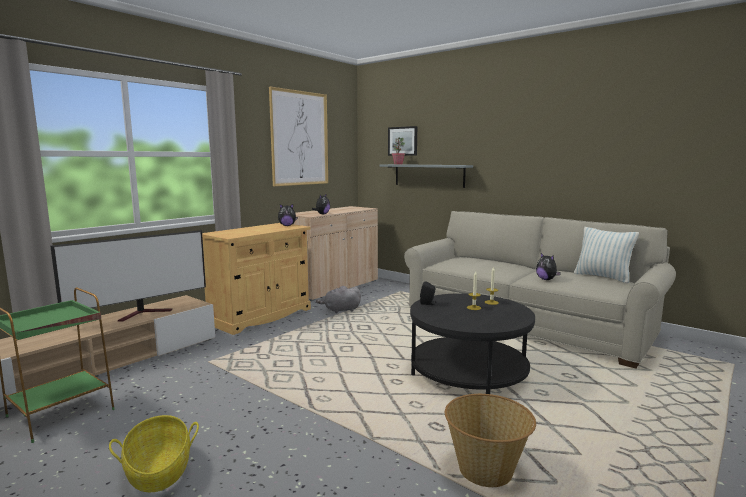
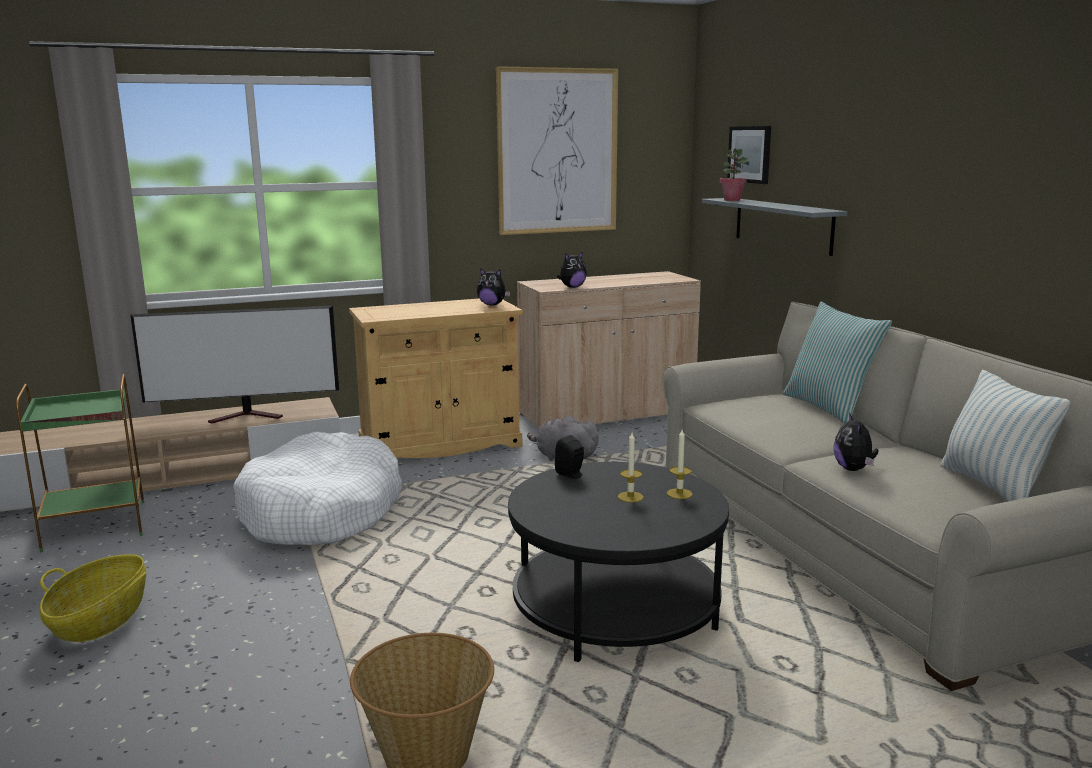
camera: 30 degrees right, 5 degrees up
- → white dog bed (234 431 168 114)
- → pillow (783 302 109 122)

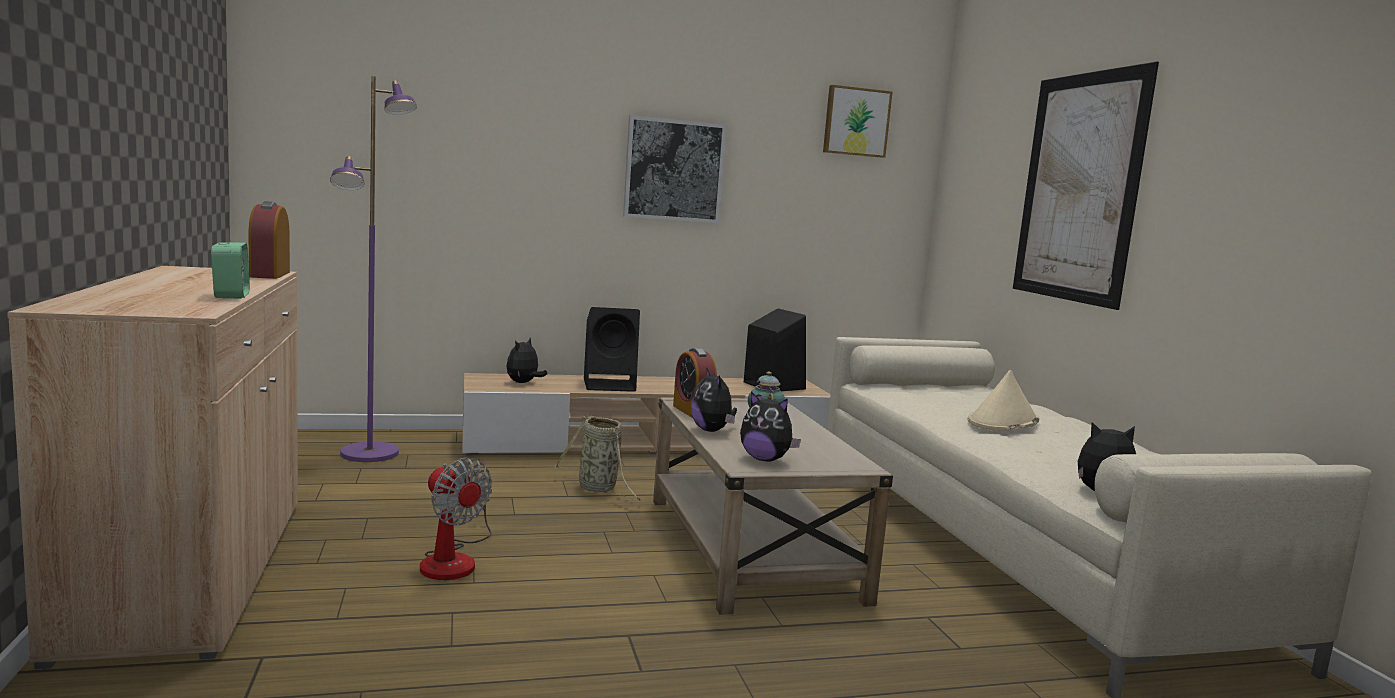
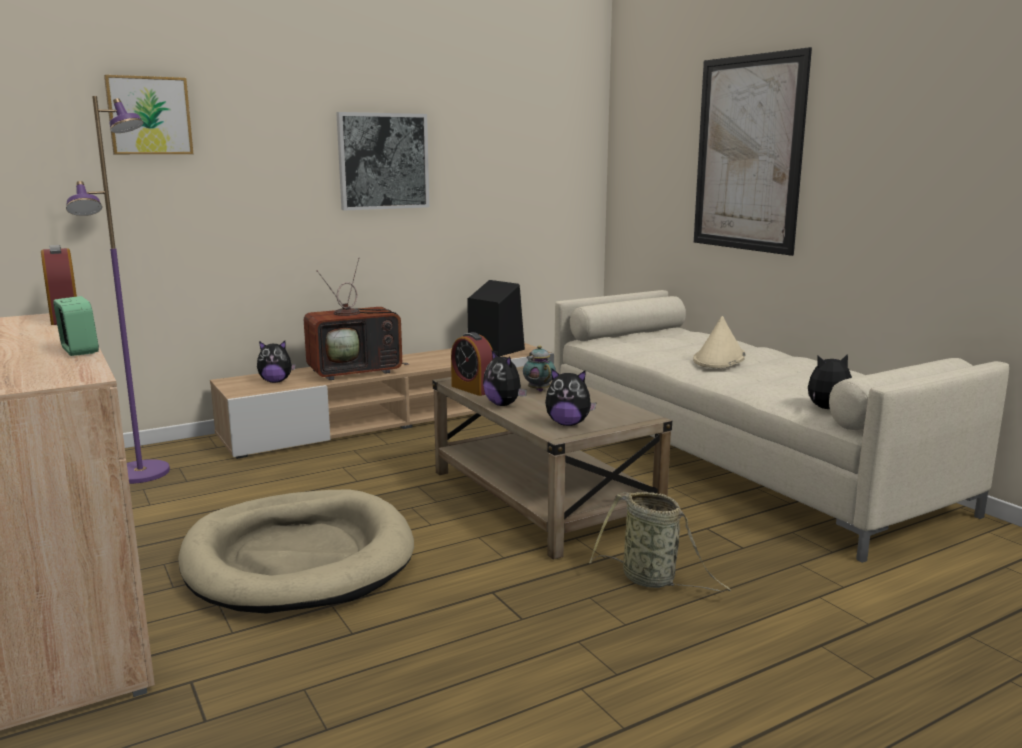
camera: 15 degrees left, 5 degrees up
picture (823 85 70 73) → picture (104 75 89 79), relocated
fan (420 458 72 122) → beige dog bed (178 489 236 125)
plush toy (507 338 40 45) → plush toy (257 341 39 42), 105 degrees counterclockwise
black speaker (584 307 56 85) → television (304 257 105 123)
basket (554 415 86 86) → basket (589 492 142 99), relocated

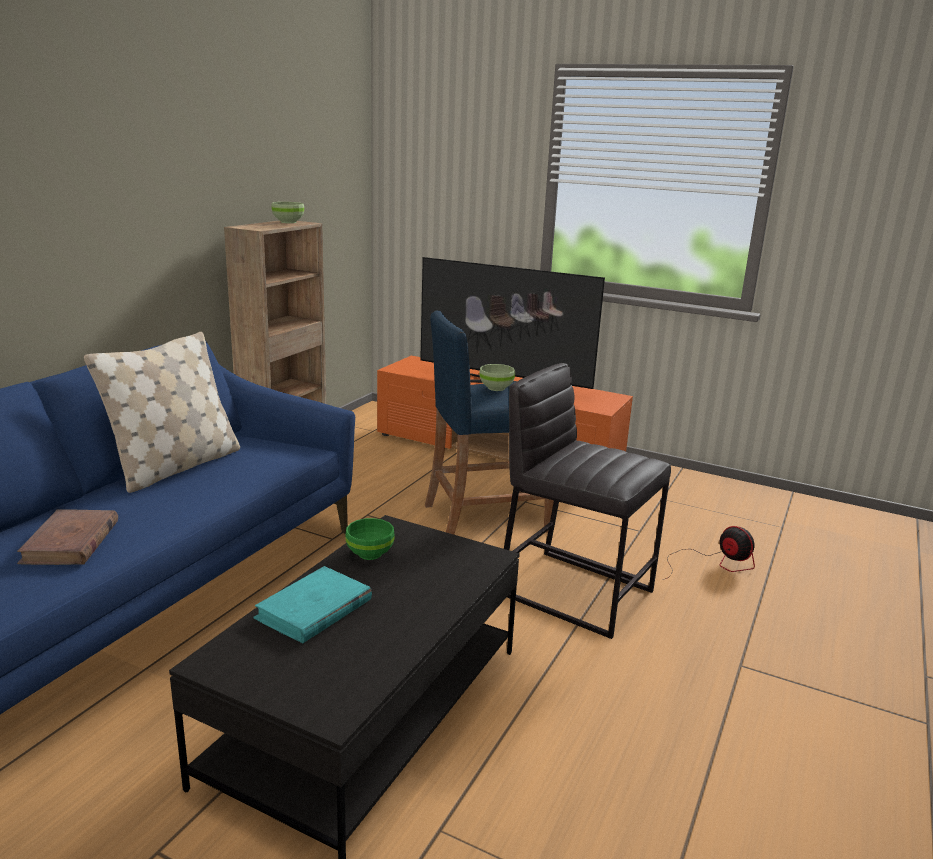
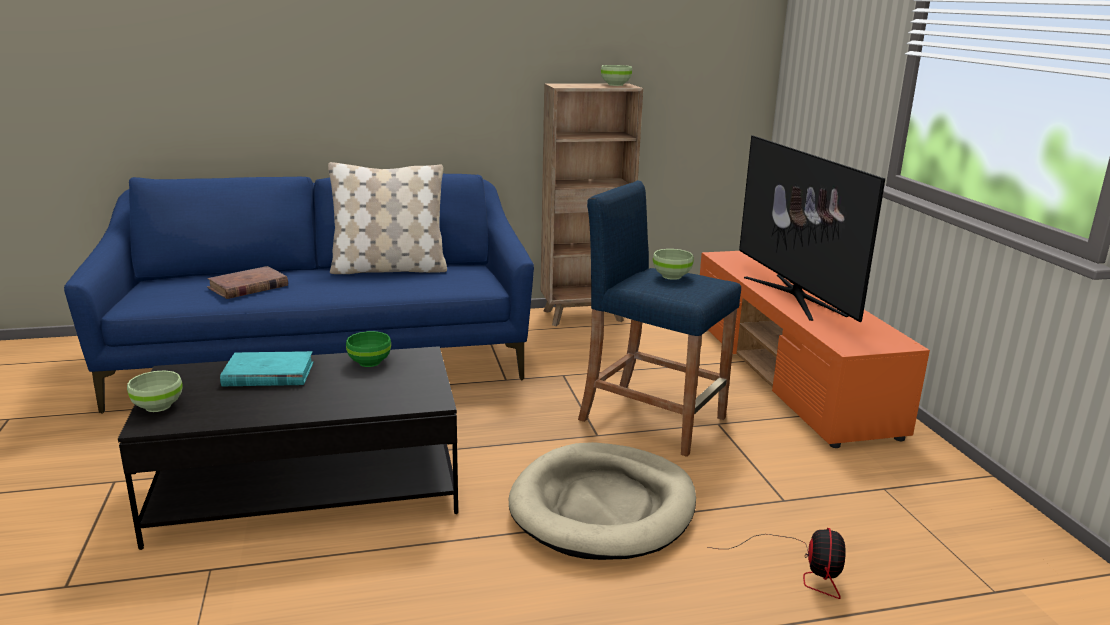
camera: 50 degrees right, 0 degrees up
- → green bowl (127 370 56 42)
grey stool (504 363 167 276) → beige dog bed (509 442 187 118)

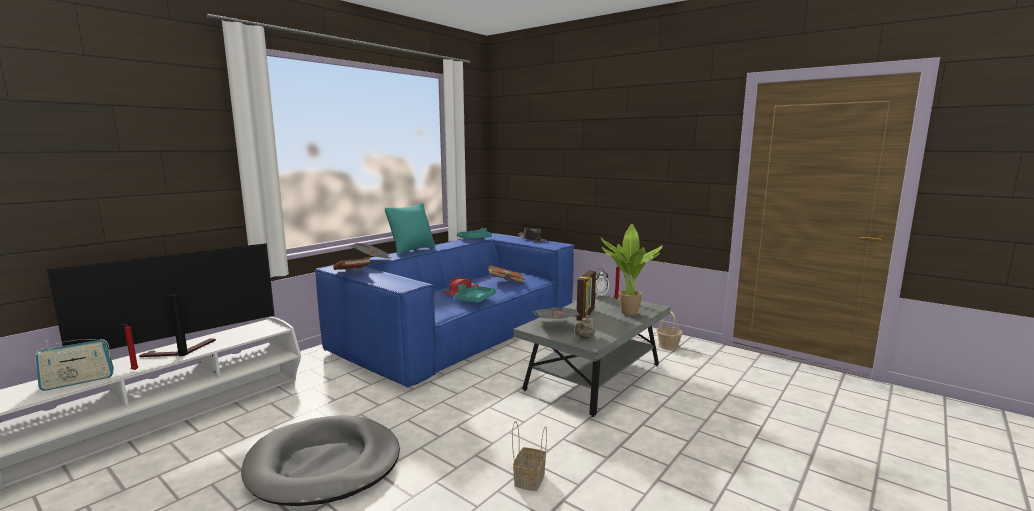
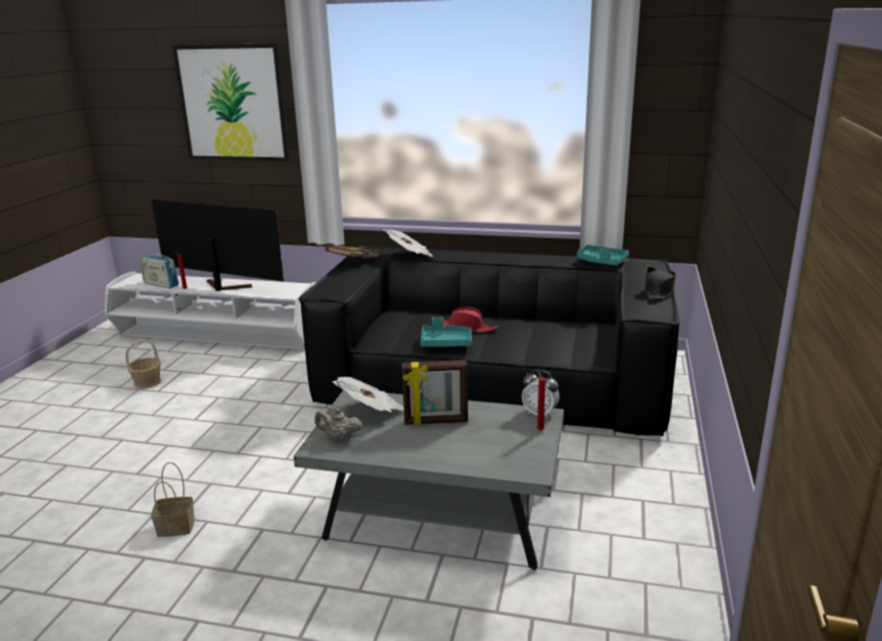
camera: 65 degrees right, 10 degrees up
basket (657 311 26 39) → basket (126 340 35 49), relocated
- → picture (172 43 119 118)
blue sofa (315 233 260 155) → black sofa (298 246 382 190)
grey dog bed (241 415 159 91) → -
turquoise pillow (385 203 51 52) → -
brown book (488 265 37 19) → -
potted plant (601 224 61 92) → -

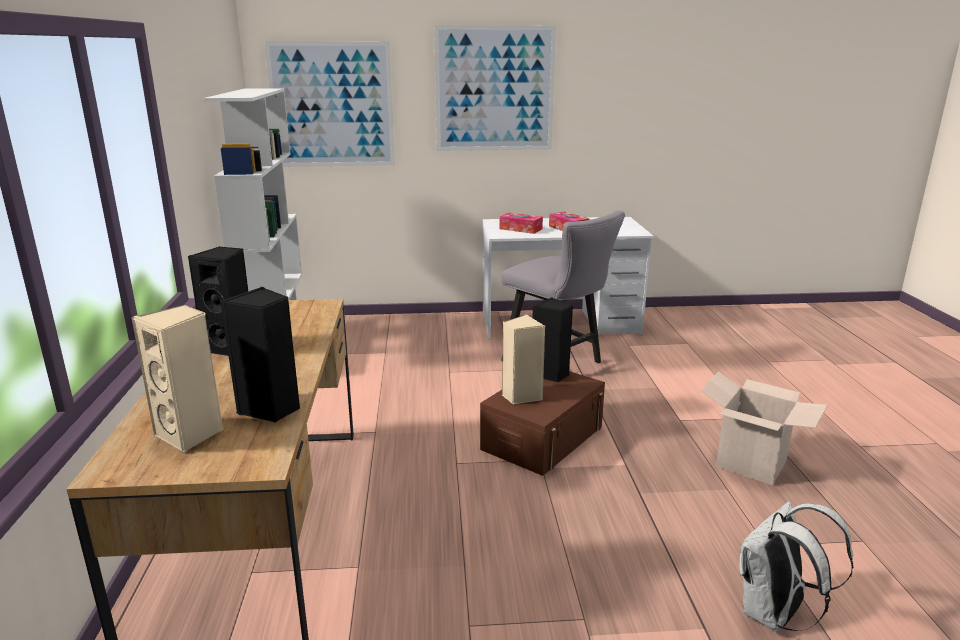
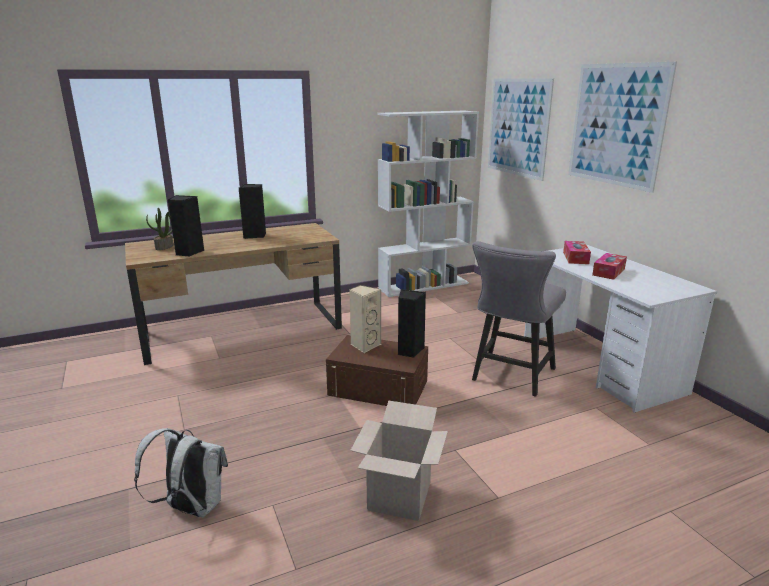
camera: 70 degrees right, 0 degrees up
beige speaker (131 305 92 148) → potted plant (146 208 28 42)

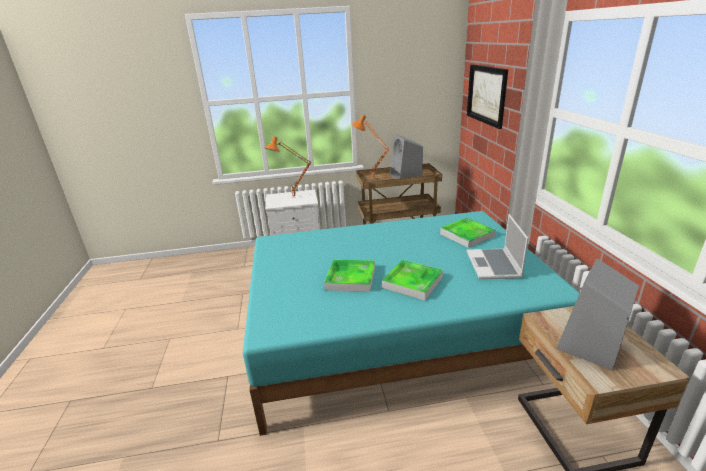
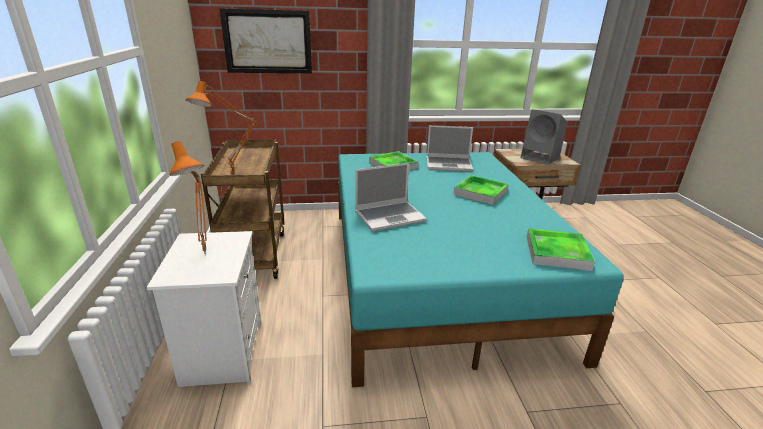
camera: 90 degrees left, 0 degrees up
- → laptop (355 163 72 69)
tray (324 259 51 33) → tray (527 228 68 43), relocated
grey speaker (390 134 33 45) → -

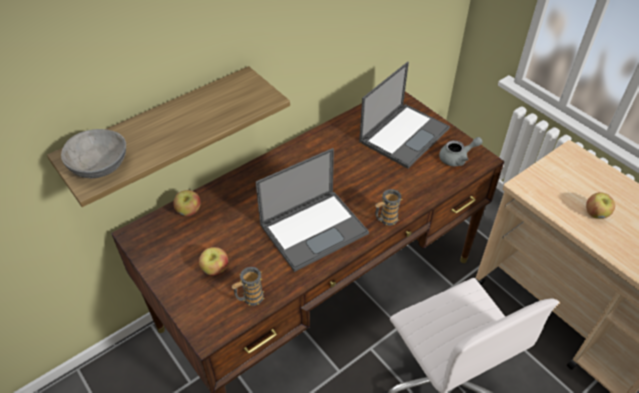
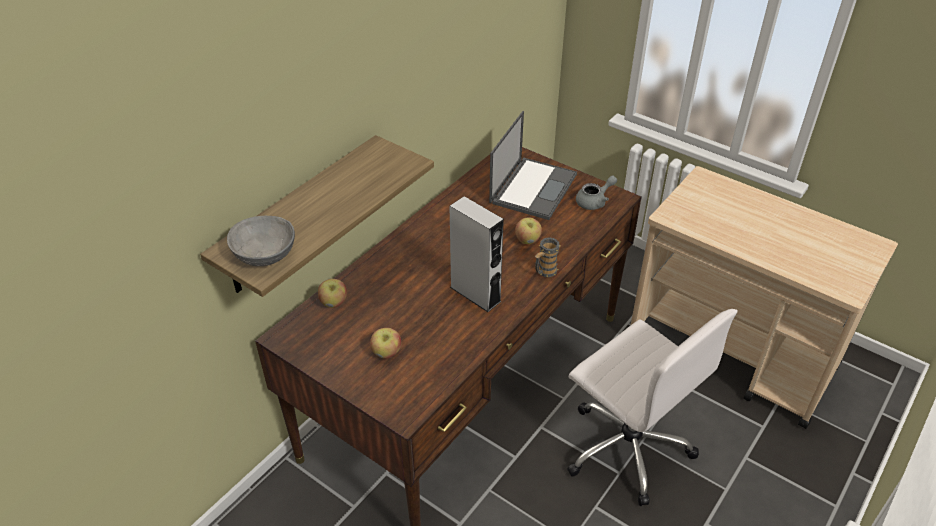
camera: 15 degrees left, 5 degrees down
laptop (256 148 113 124) → grey speaker (449 196 55 116)
apple (586 192 29 27) → apple (515 217 27 27), relocated
mug (232 267 33 39) → -

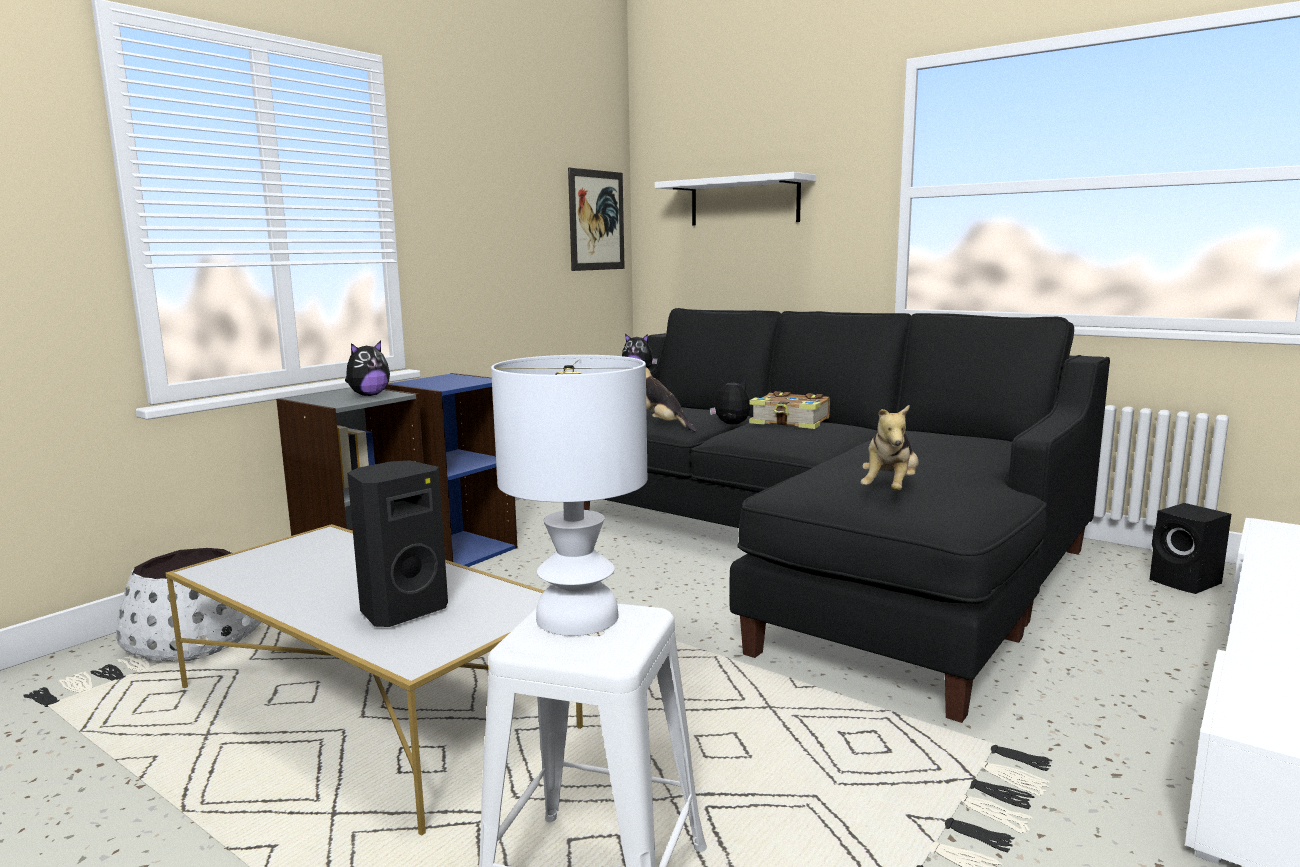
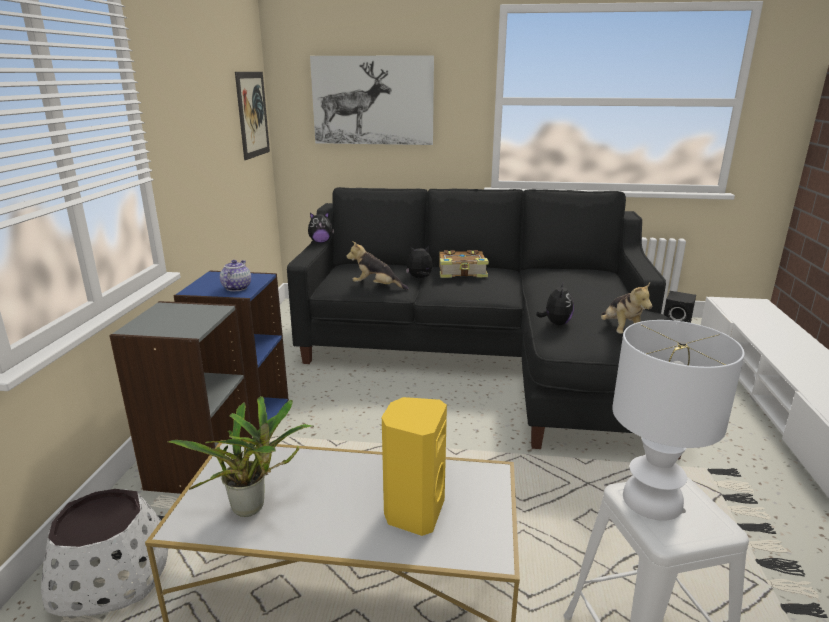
camera: 30 degrees left, 10 degrees up
- → potted plant (168 396 146 121)
- → teapot (220 260 31 31)
white shelf (655 172 161 54) → picture (310 55 124 90)
black speaker (347 461 101 166) → yellow speaker (382 397 65 139)
plush toy (345 341 45 55) → plush toy (536 282 38 43), relocated

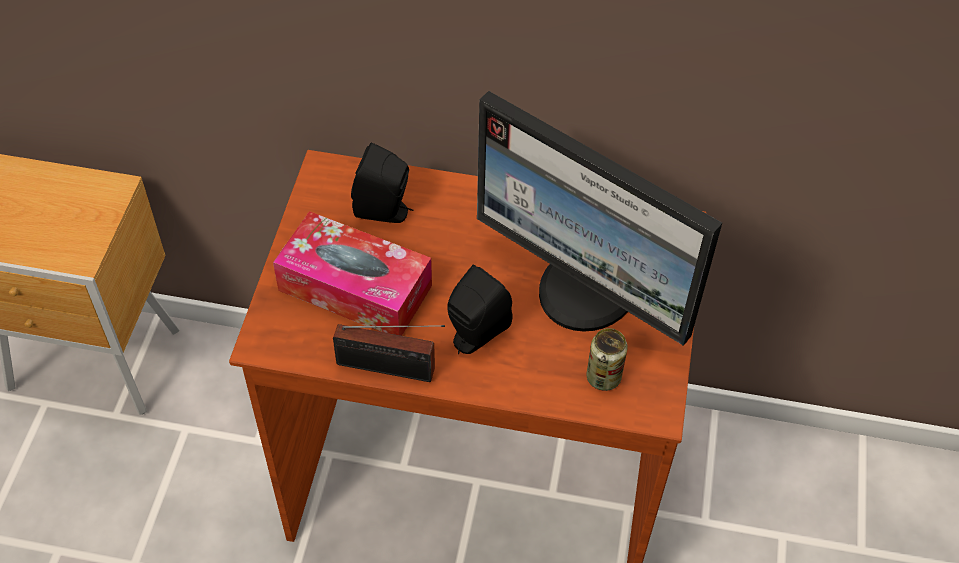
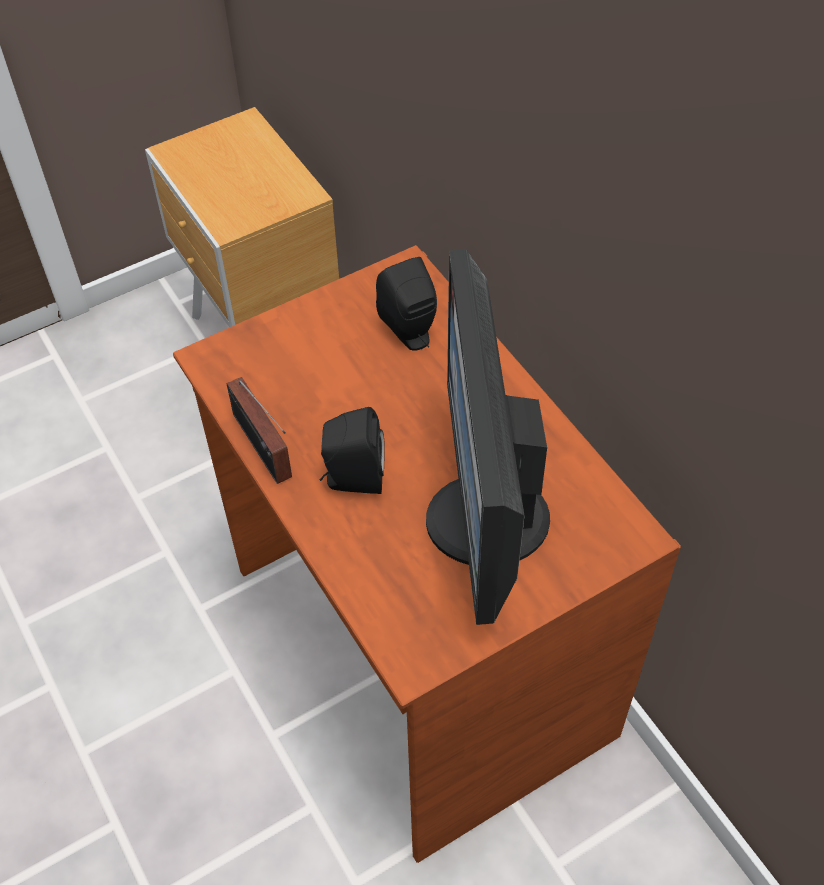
camera: 50 degrees right, 0 degrees up
tissue box (273 211 159 125) → -
can (586 328 42 63) → -

